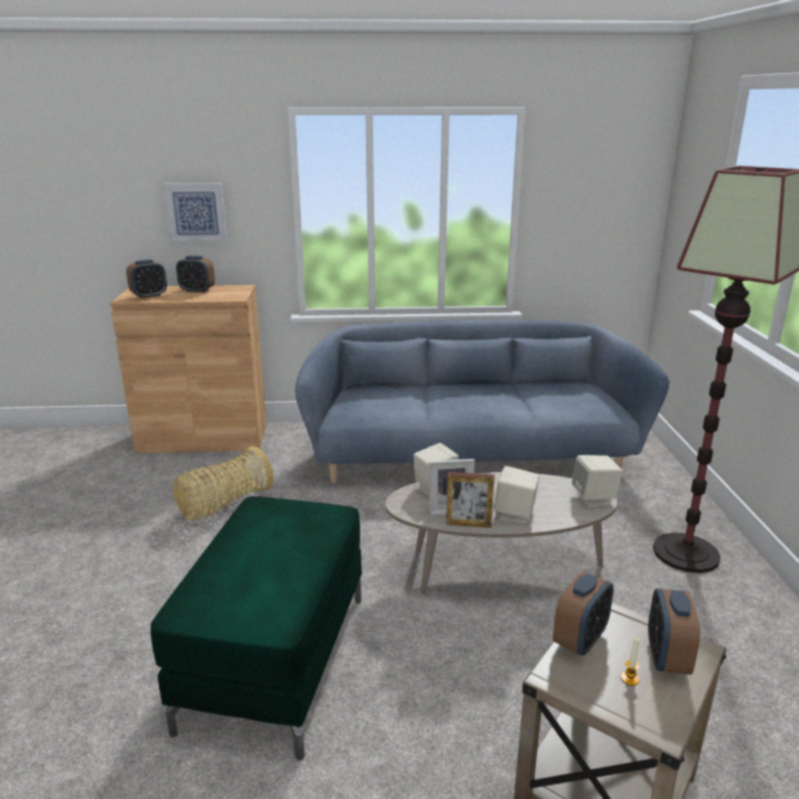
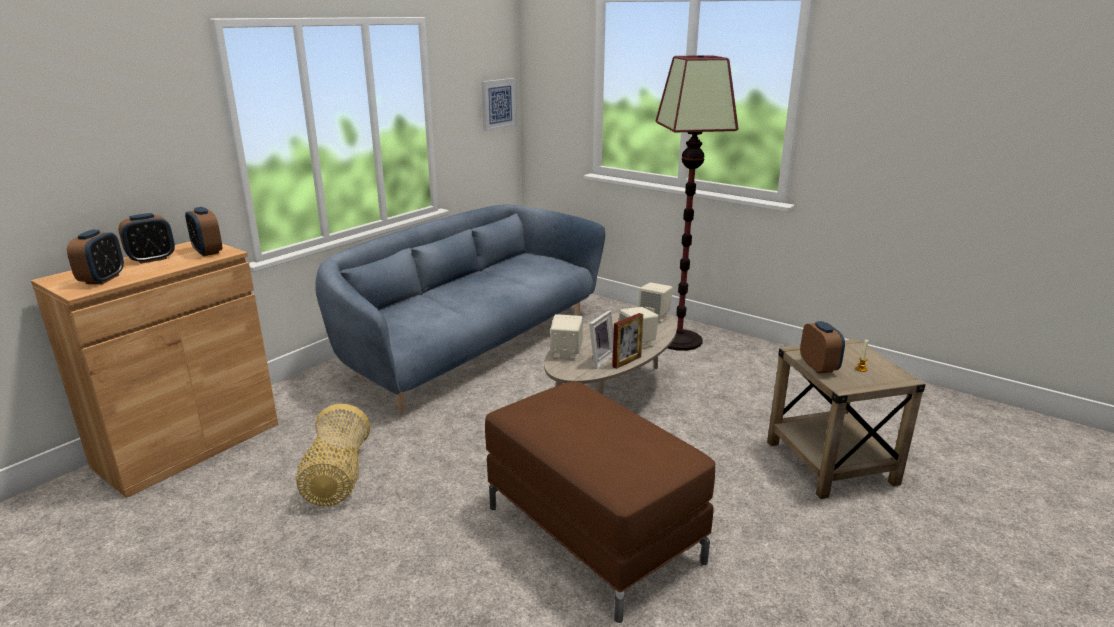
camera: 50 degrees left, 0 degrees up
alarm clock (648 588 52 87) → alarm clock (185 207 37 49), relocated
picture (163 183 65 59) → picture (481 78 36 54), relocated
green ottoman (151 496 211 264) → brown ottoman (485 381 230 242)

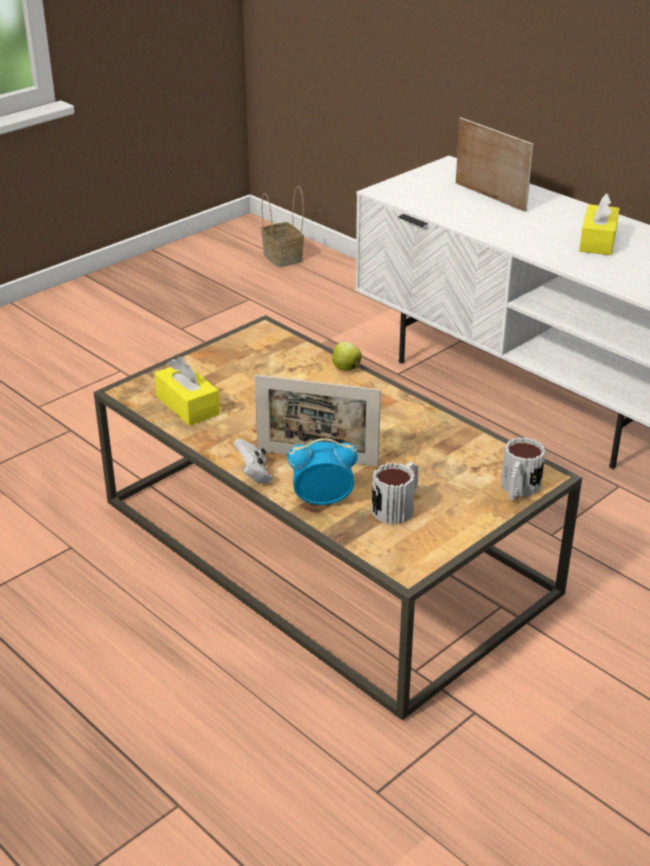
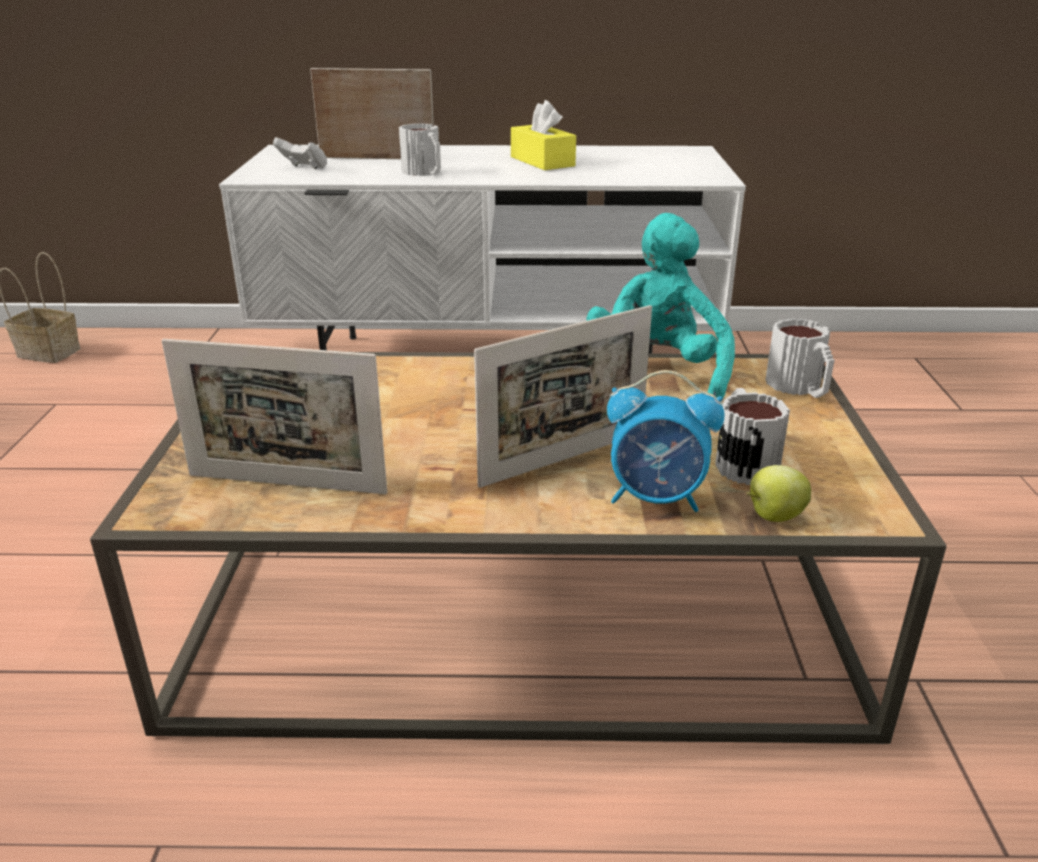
camera: 45 degrees left, 5 degrees down
yellow tissue box (154 357 66 69) → picture frame (161 339 226 155)
white game controller (234 438 39 46) → white game controller (273 137 54 32), relocated
- → mug (399 123 42 53)
- → turquoise plush toy (586 213 149 185)
alarm clock (288 438 70 67) → alarm clock (607 370 118 142), 120 degrees counterclockwise
apple (332 342 30 28) → apple (746 465 65 57), relocated

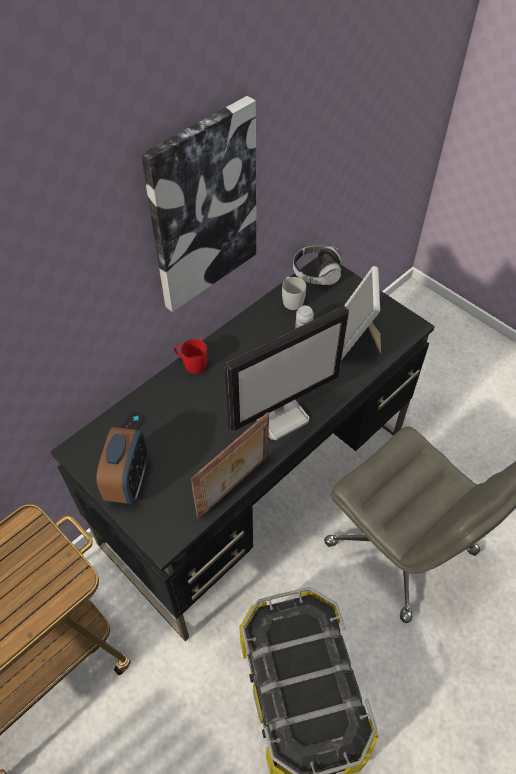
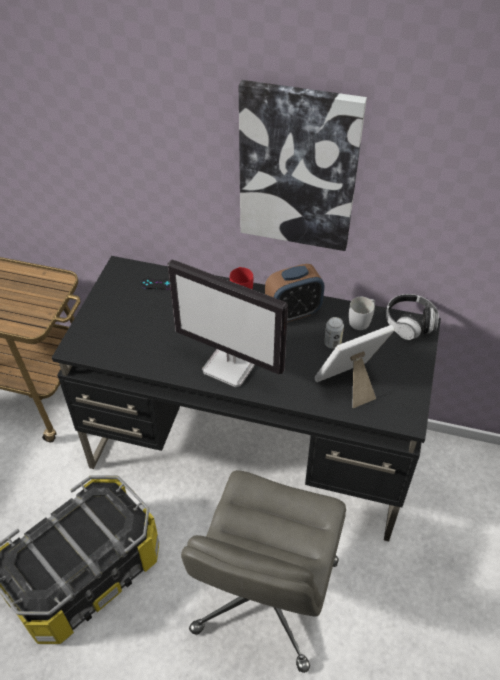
camera: 60 degrees right, 5 degrees down
alarm clock (96 427 52 77) → alarm clock (265 264 59 58), relocated
picture frame (191 412 78 107) → -

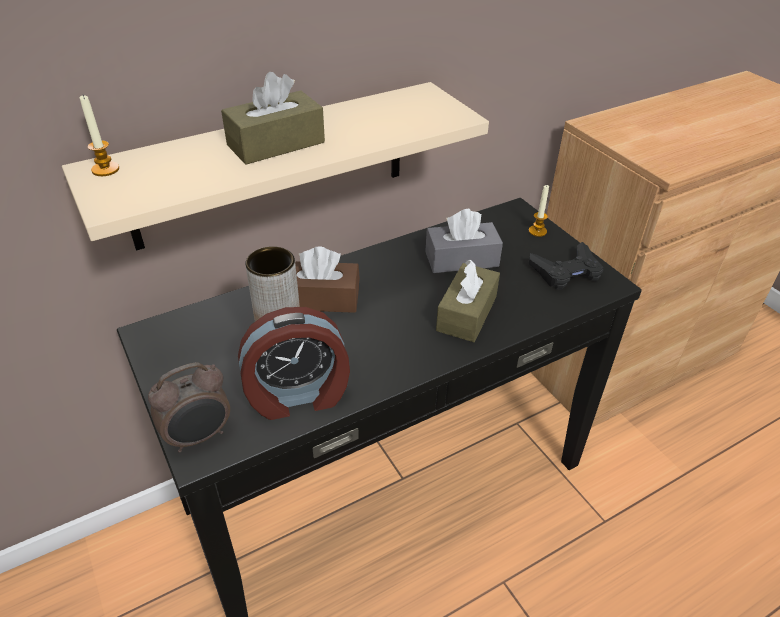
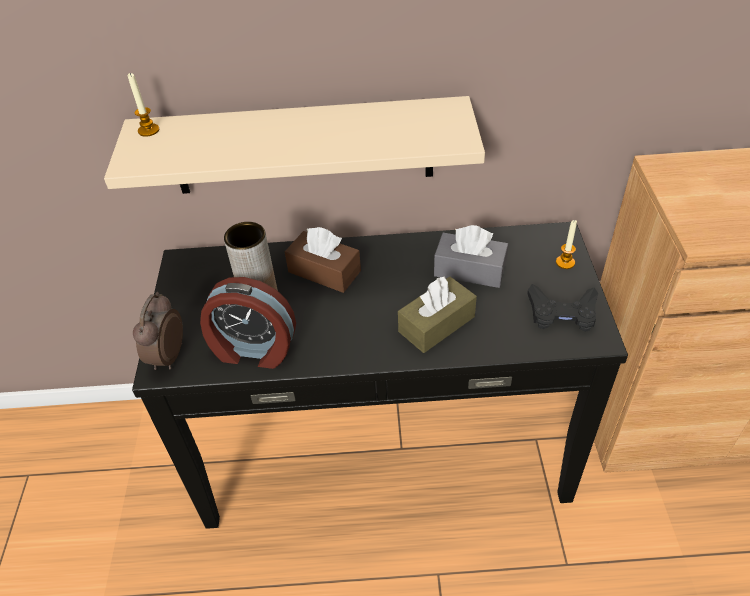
camera: 30 degrees right, 5 degrees up
alarm clock (148 362 82 91) → alarm clock (133 292 50 78), 105 degrees clockwise
brown tissue box (221 72 104 92) → -

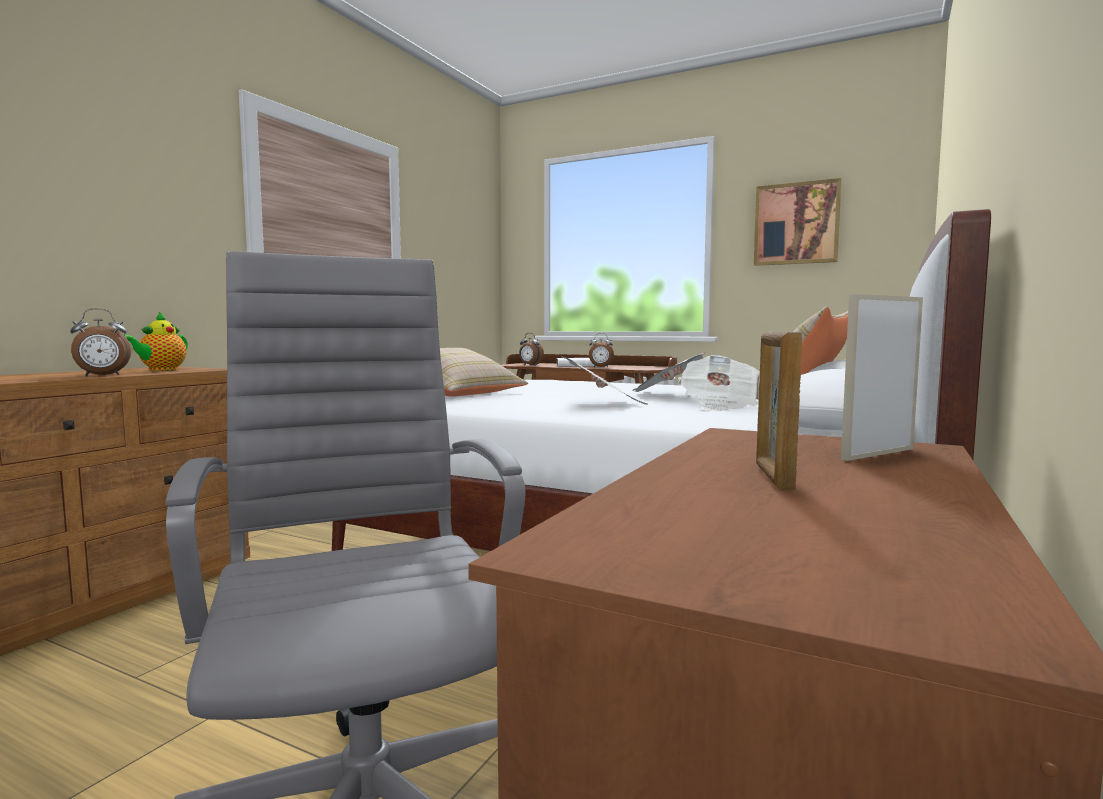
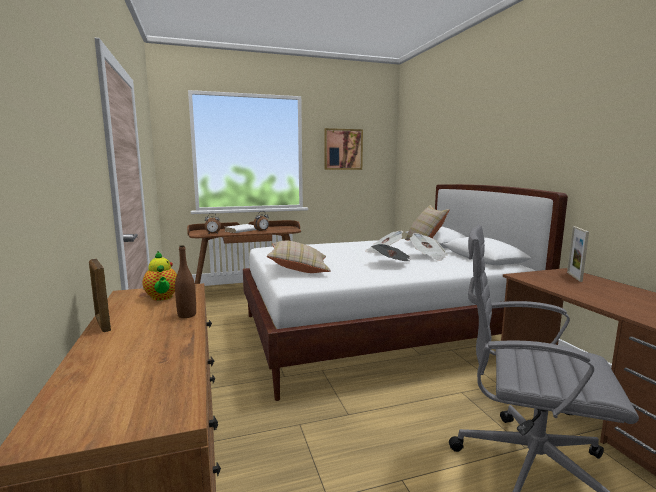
camera: 45 degrees left, 5 degrees up
picture frame (756 332 46 158) → picture frame (89 259 22 73), relocated
alarm clock (70 308 61 68) → brown bottle (175 245 21 73)

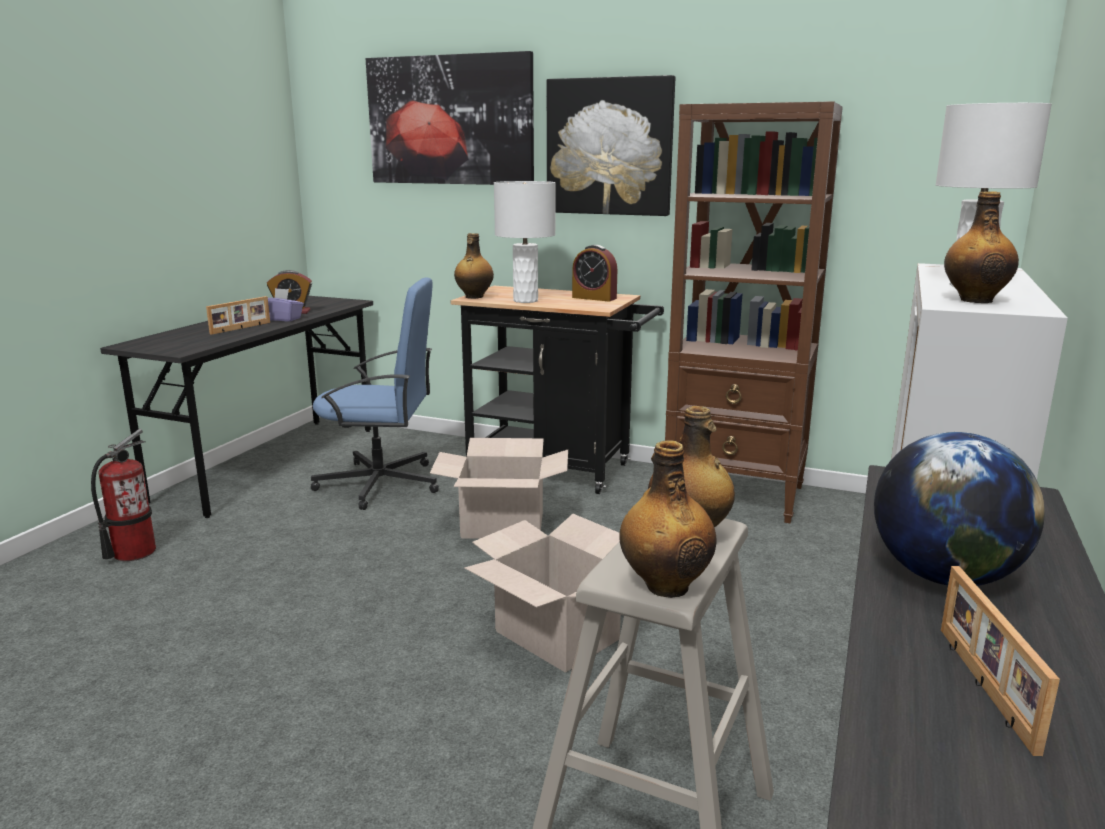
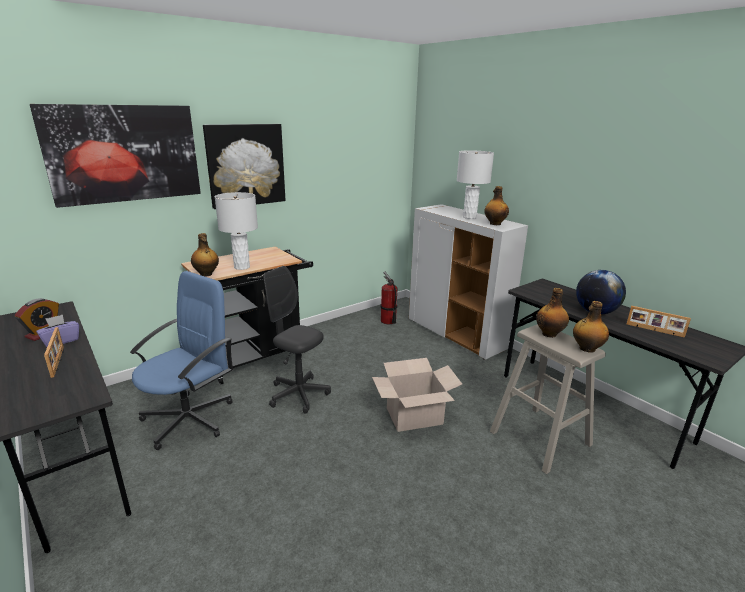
camera: 60 degrees left, 5 degrees up
cardboard box (430 438 138 101) → grey office chair (263 266 68 148)
fire extinguisher (91 429 65 132) → fire extinguisher (380 272 17 52), relocated
alarm clock (572 245 45 56) → -
brown bookcase (665 101 178 422) → -

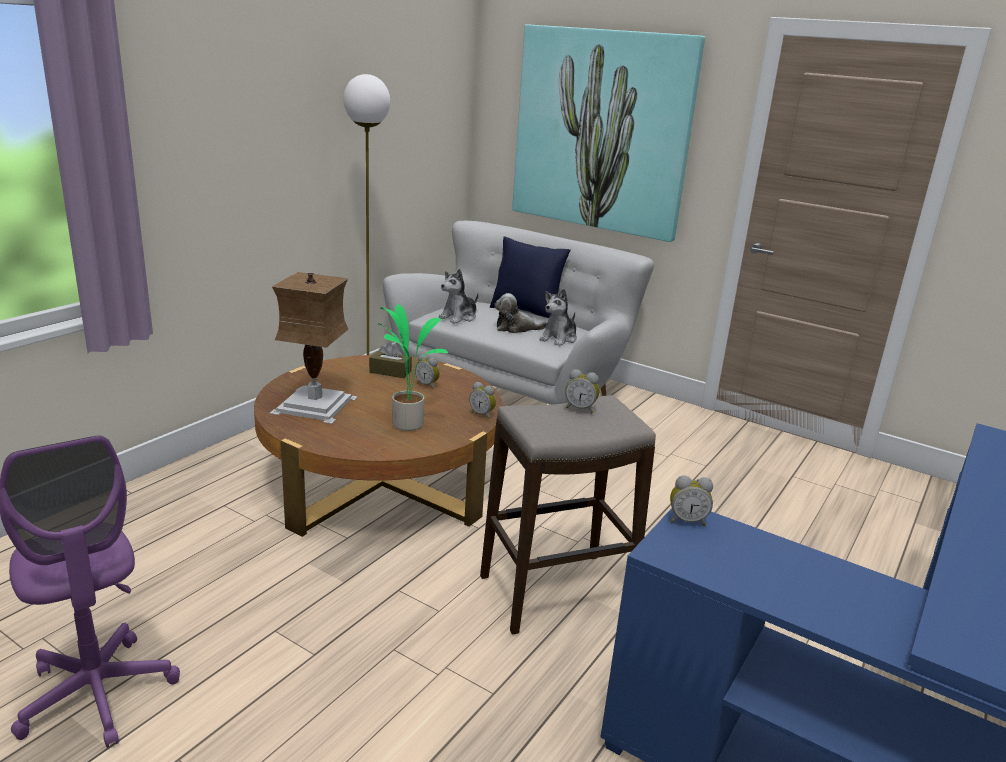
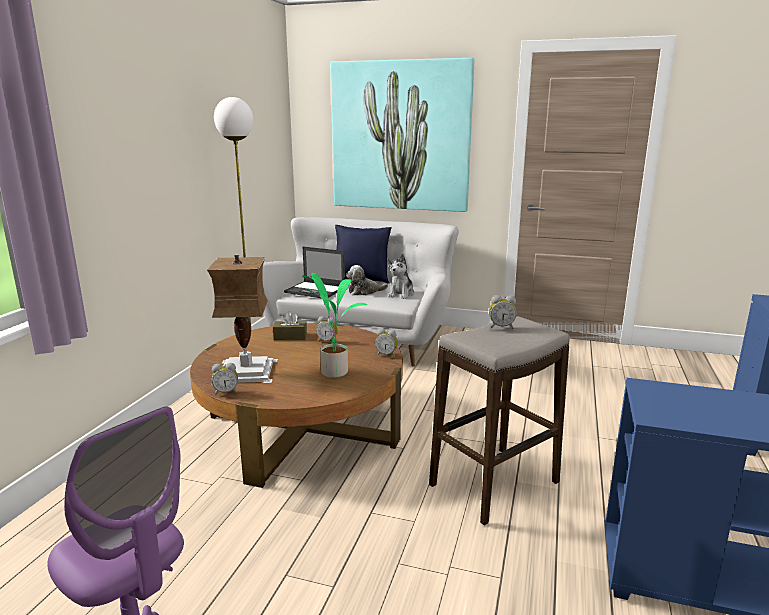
camera: 15 degrees left, 5 degrees down
alarm clock (670 475 43 51) → alarm clock (212 363 26 32), relocated
plush toy (439 269 40 55) → laptop (284 247 61 51)

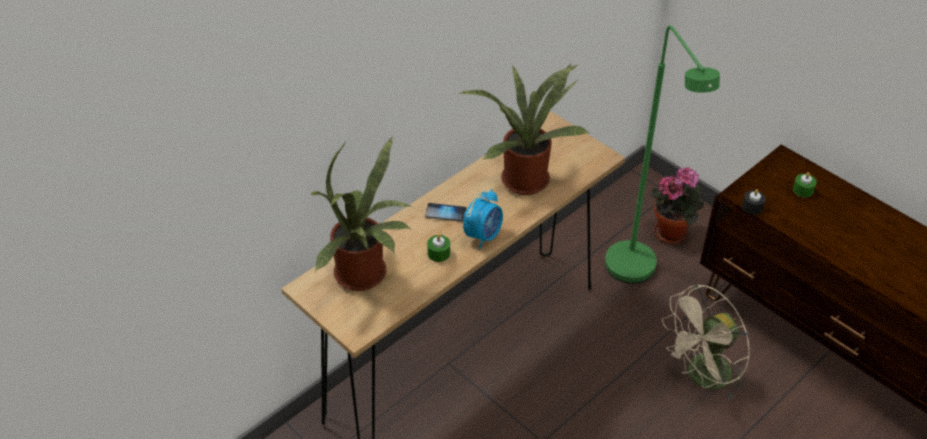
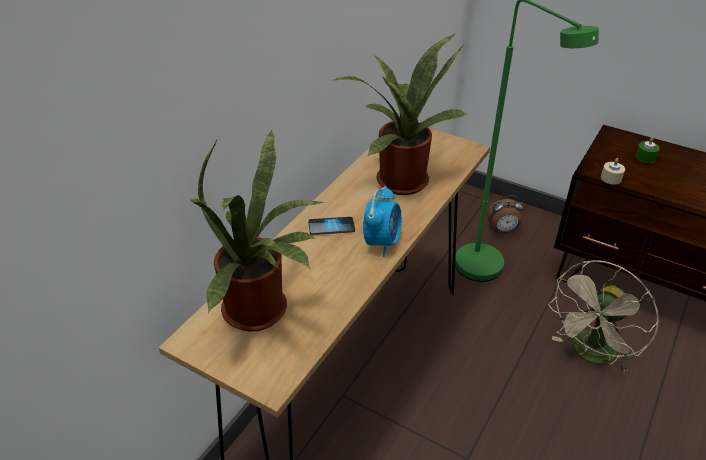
camera: 15 degrees left, 5 degrees down
potted plant (651 167 53 77) → alarm clock (487 196 37 37)
black candle (742 189 23 26) → beige candle (601 158 24 27)
green candle (427 234 23 28) → -

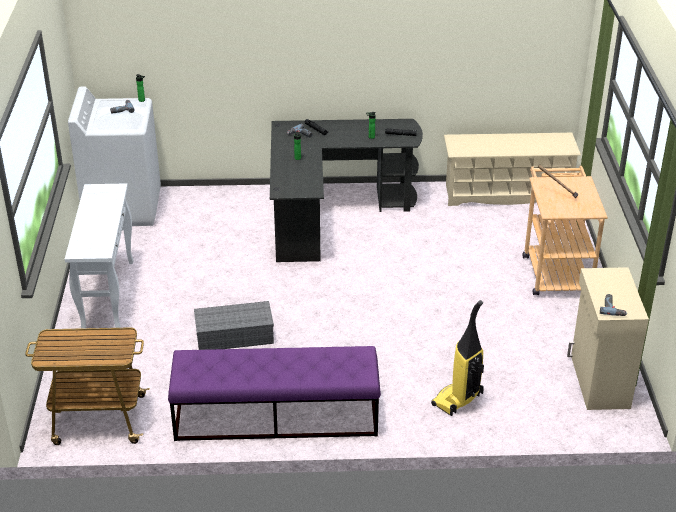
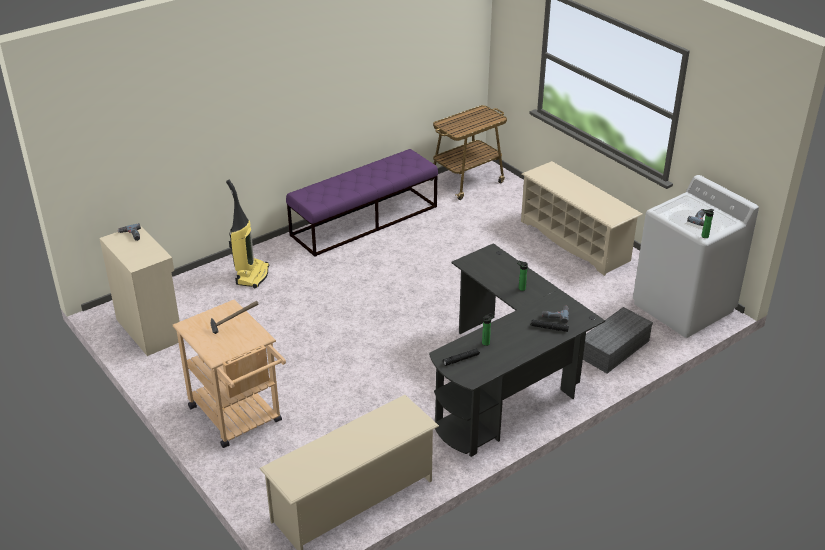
camera: 145 degrees right, 0 degrees up
white console table (65 183 69 145) → beige shoe rack (521 161 122 115)
grey storage box (194 301 80 49) → grey storage box (583 307 70 66), relocated

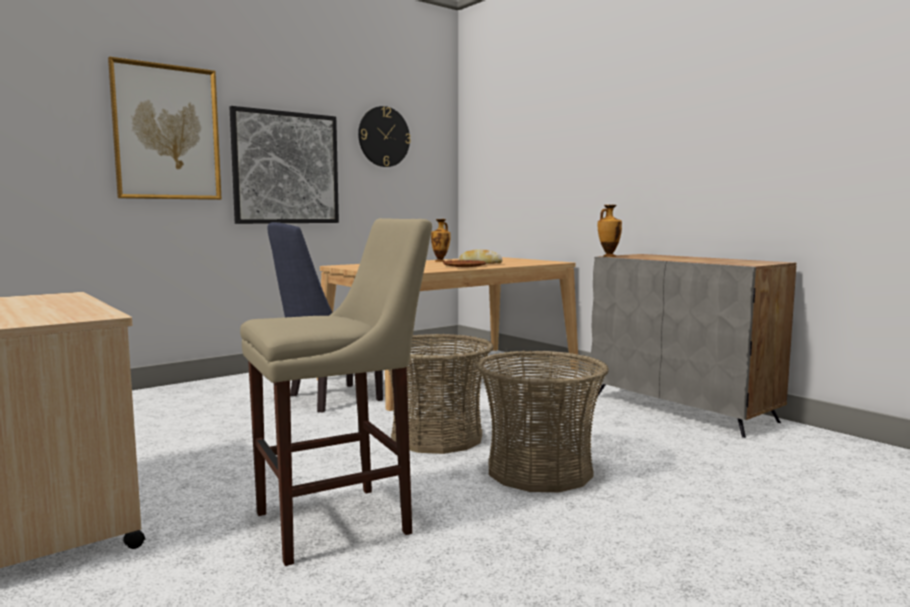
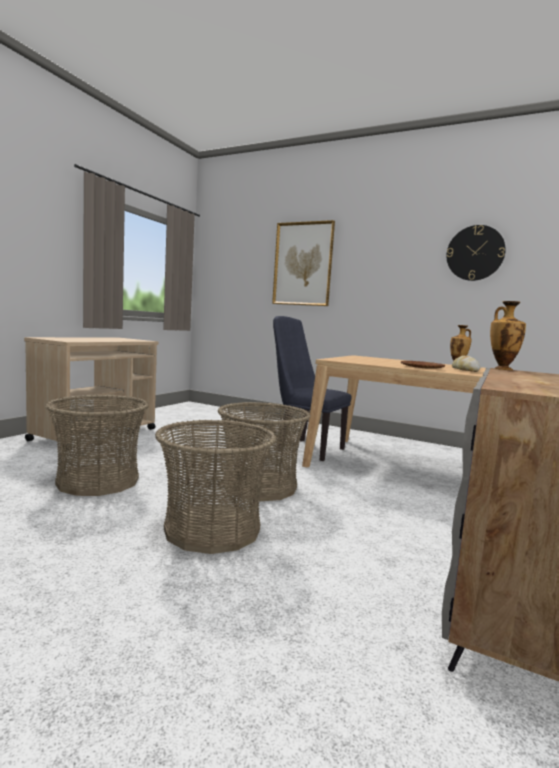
camera: 65 degrees right, 0 degrees up
beige stool (240 218 192 348) → basket (45 394 104 102)
picture (229 106 110 118) → -

